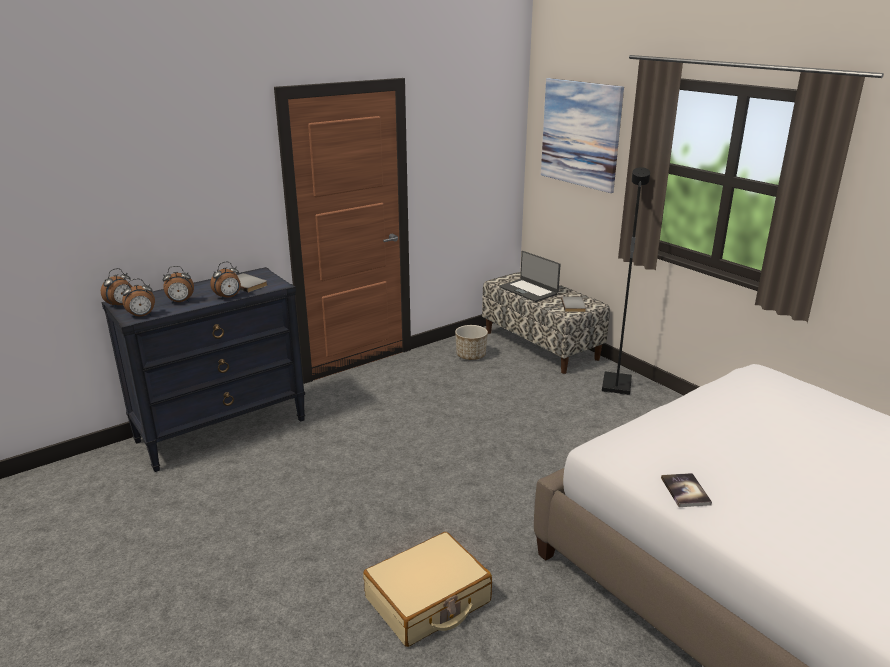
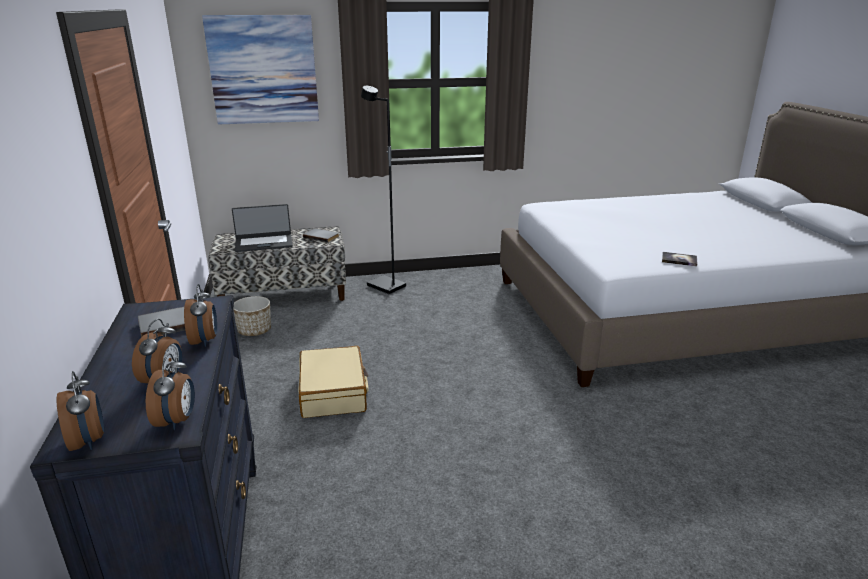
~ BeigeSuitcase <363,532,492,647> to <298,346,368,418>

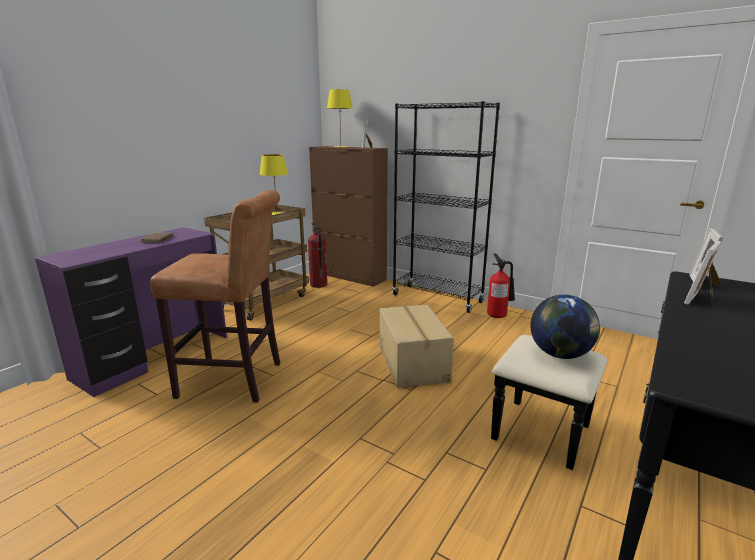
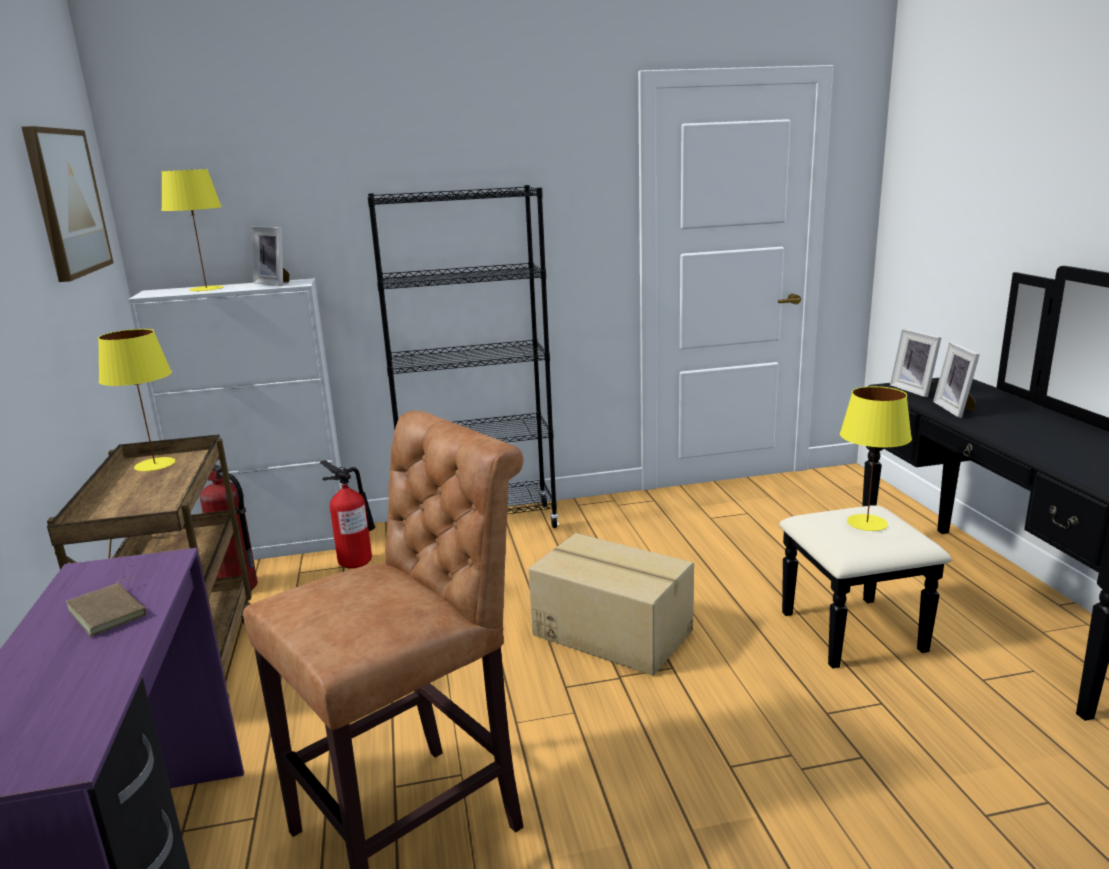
~ BrownCabinet <309,146,388,287> to WhiteCabinet <128,278,343,560>
~ FireExtinguisher <487,254,515,318> to <320,460,375,569>
~ Globe <530,295,600,359> to YellowTableLamp <840,386,912,531>
+ Picture <22,126,113,282>

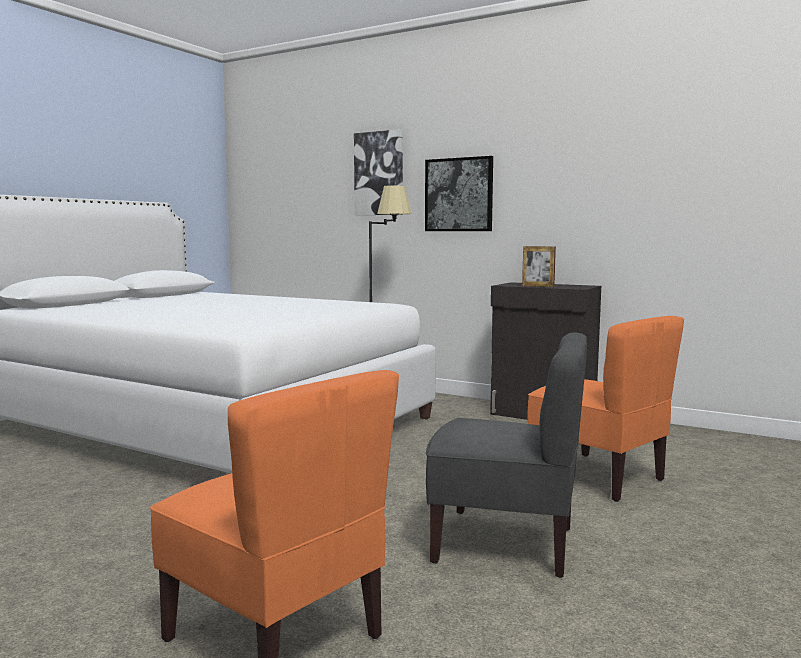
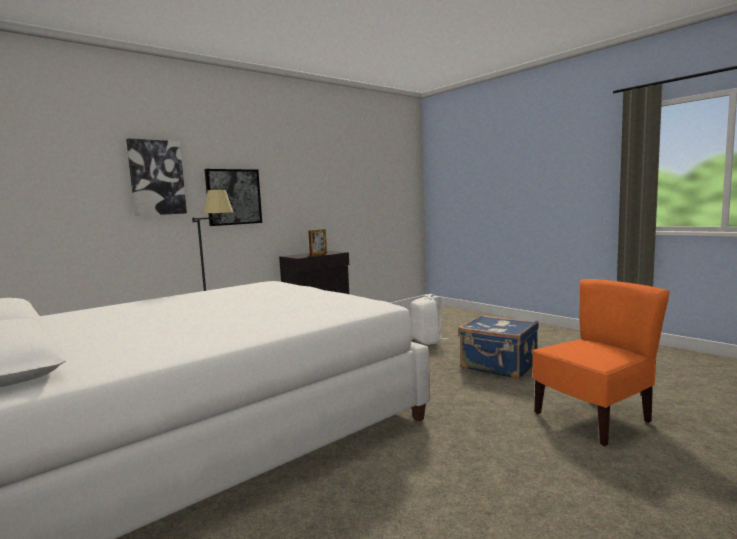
~ GreyChair <426,332,587,578> to BlueSuitcase <458,315,539,379>
~ OrangeChair <527,316,684,502> to WhiteBackpack <410,294,448,345>

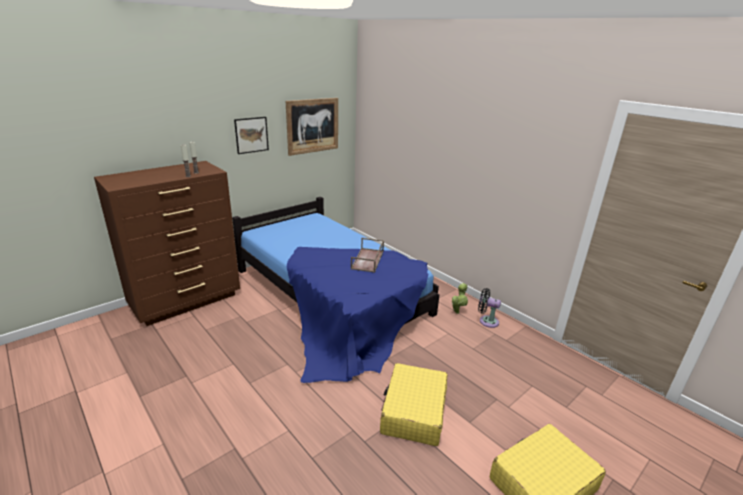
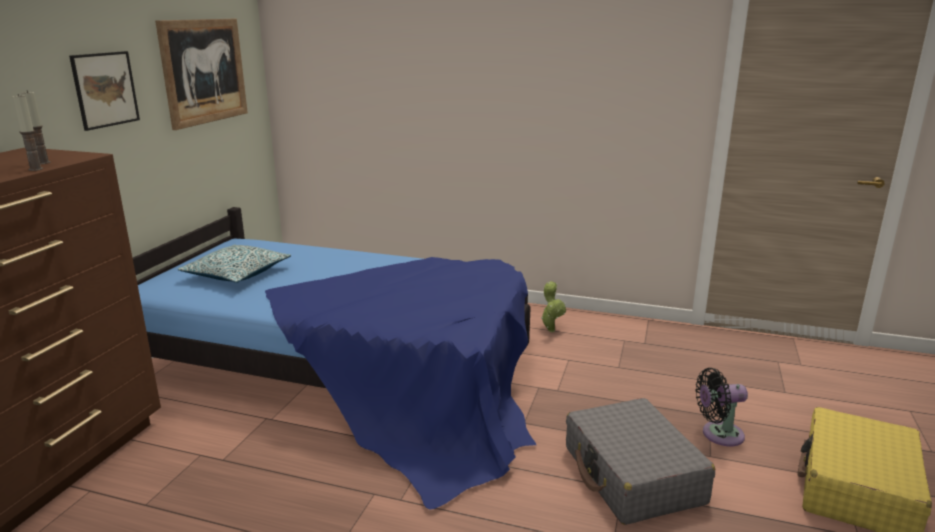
- BrownTray <351,238,384,273>
~ YellowSuitcase <380,363,447,446> to GreySuitcase <566,398,715,525>
~ BlackFan <478,288,501,328> to <695,368,748,446>
+ Pillow <178,245,291,283>

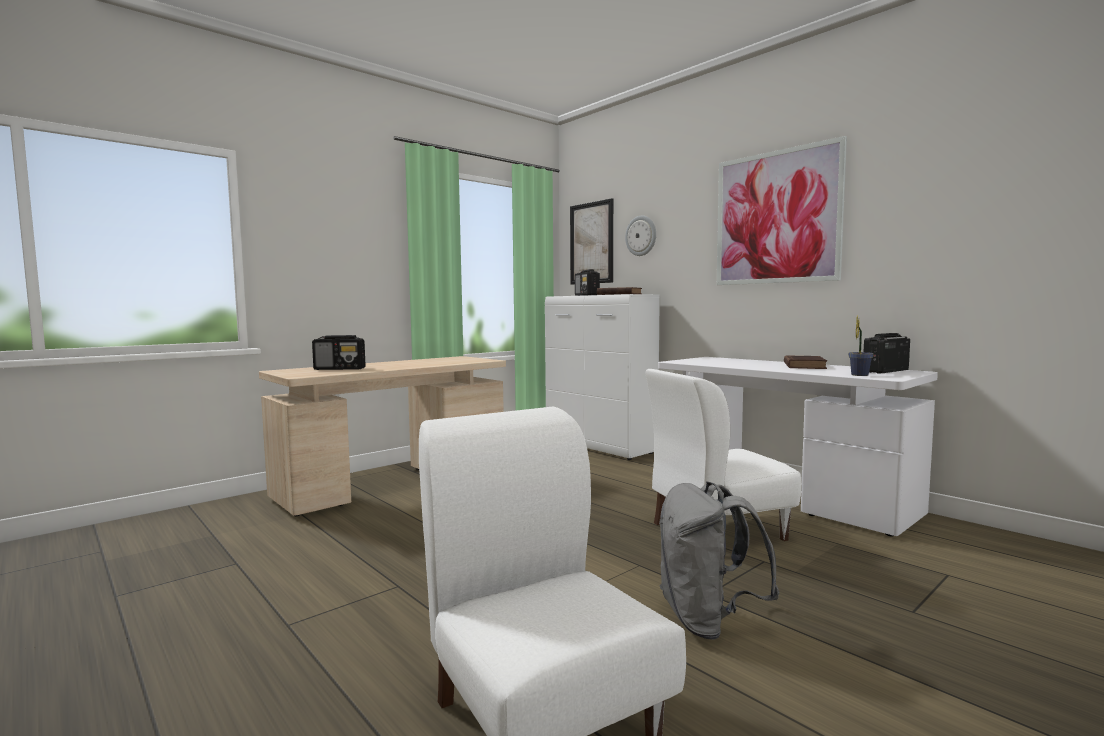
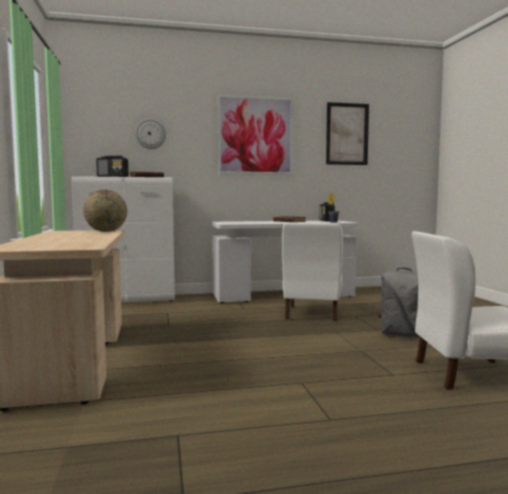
- Radio <312,335,366,370>
~ Picture <570,198,613,285> to <326,102,369,165>
+ Globe <83,190,127,232>

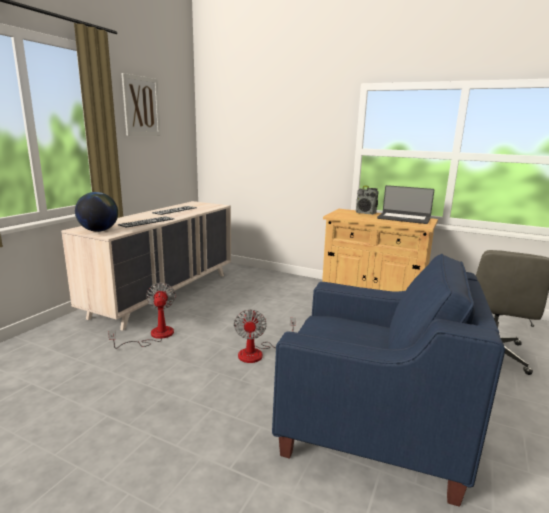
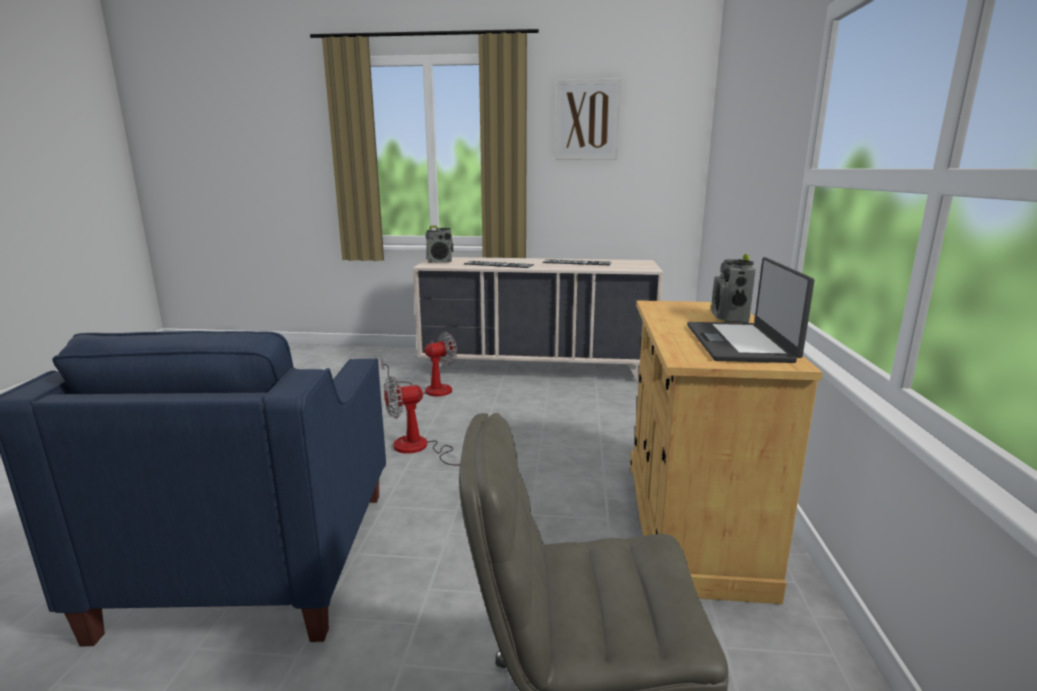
~ Globe <75,192,118,232> to Radio <425,226,453,263>

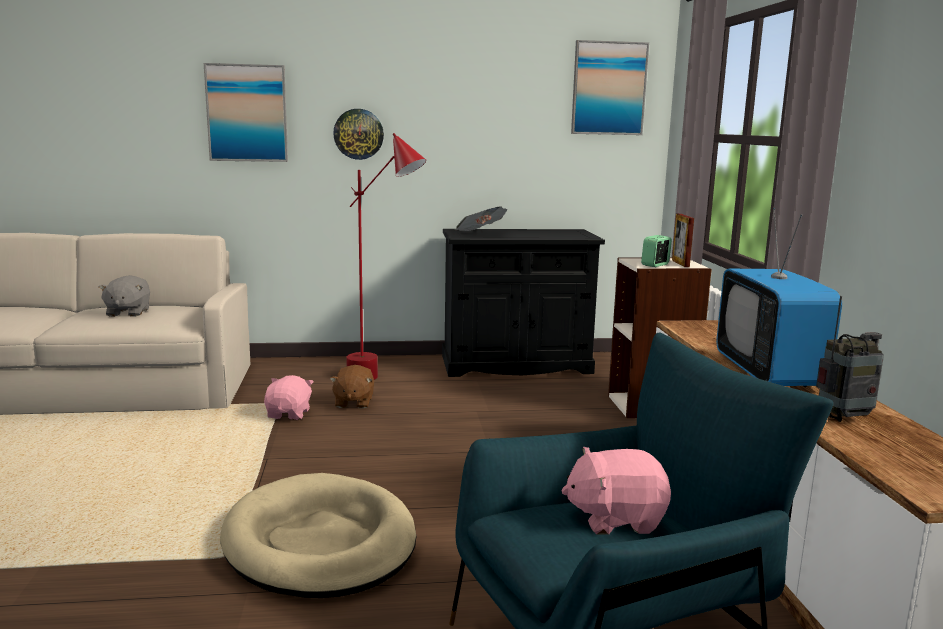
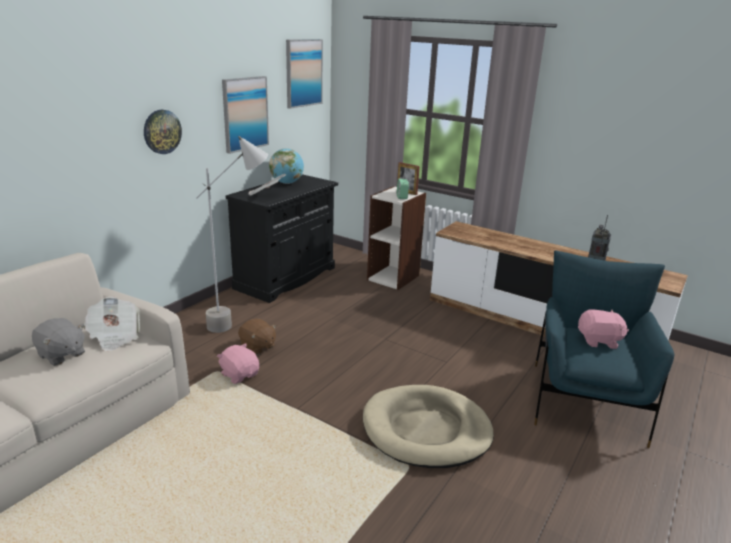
~ Picture <204,63,288,162> to <222,76,269,154>
~ RedFloorLamp <347,133,426,380> to GreyFloorLamp <196,136,268,333>
~ PinkPlushToy <561,447,671,535> = <578,309,629,349> 120 degrees counterclockwise
- Television <716,208,842,387>
+ Newspaper <84,297,140,351>
+ Globe <269,148,304,184>

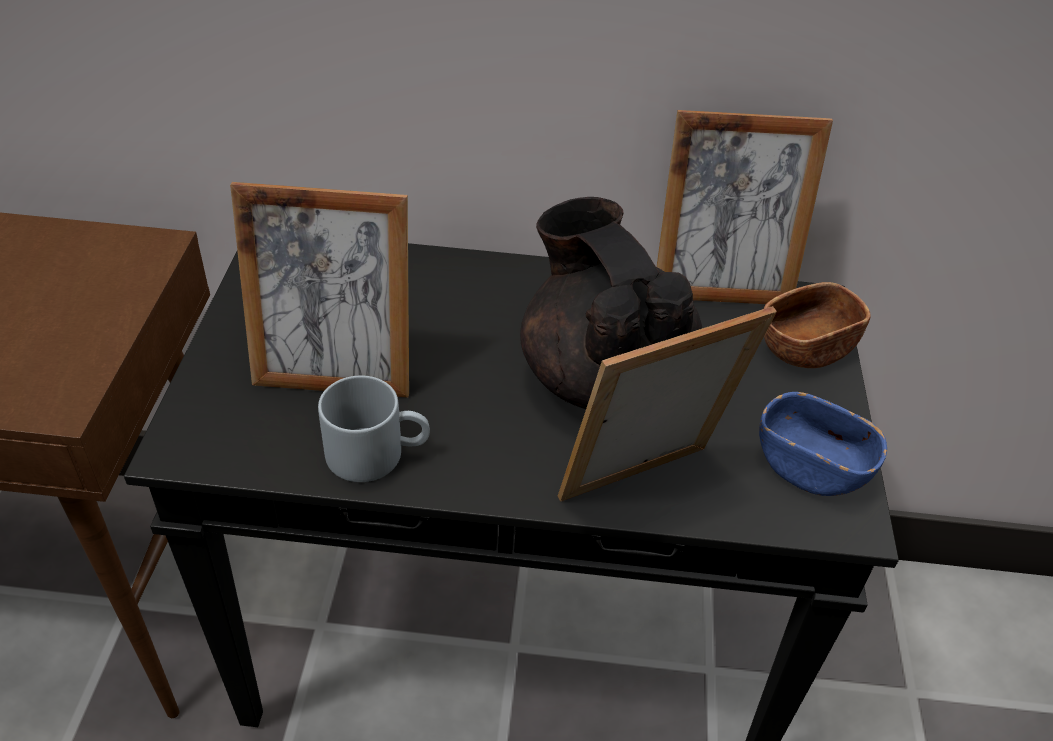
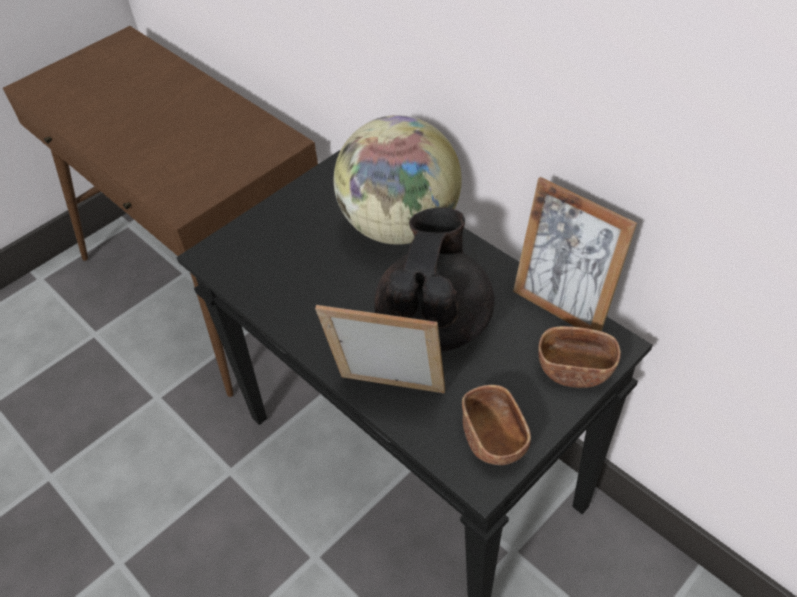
- PictureFrame <230,182,409,398>
- GreyMug <318,375,430,482>
~ BlueBowl <759,392,887,496> to BrownBowl <462,385,531,465>
+ Globe <334,115,462,245>

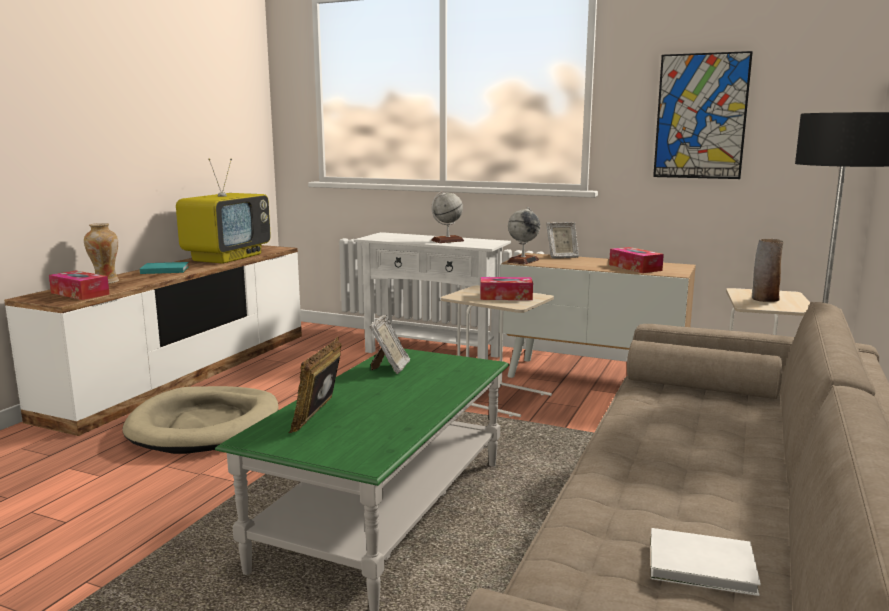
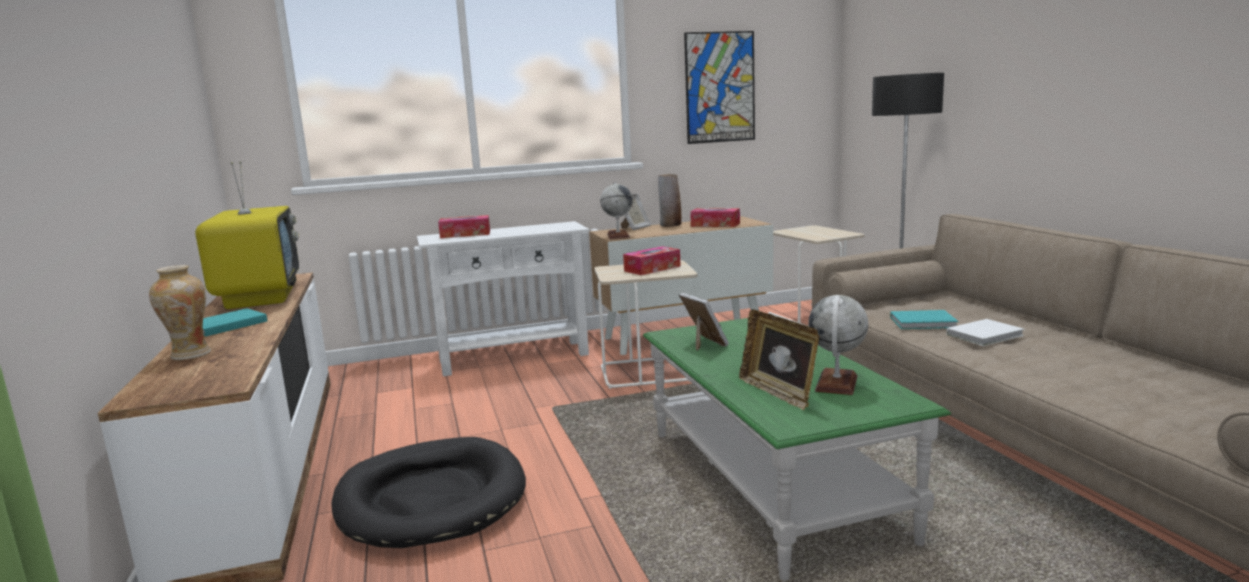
~ TissueBox <49,271,110,300> to <438,215,490,238>
~ BeigeDogBed <122,386,279,454> to BlackDogBed <331,437,526,548>
~ Globe <431,191,464,243> to <808,295,868,395>
~ WhiteBook <651,528,761,596> to <947,319,1024,346>
~ Vase <752,239,783,302> to <658,174,681,227>
+ TurquoiseBook <890,310,958,329>

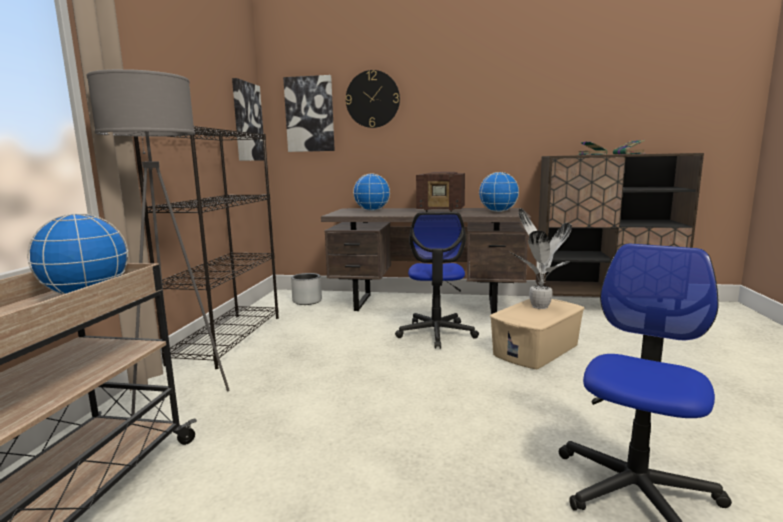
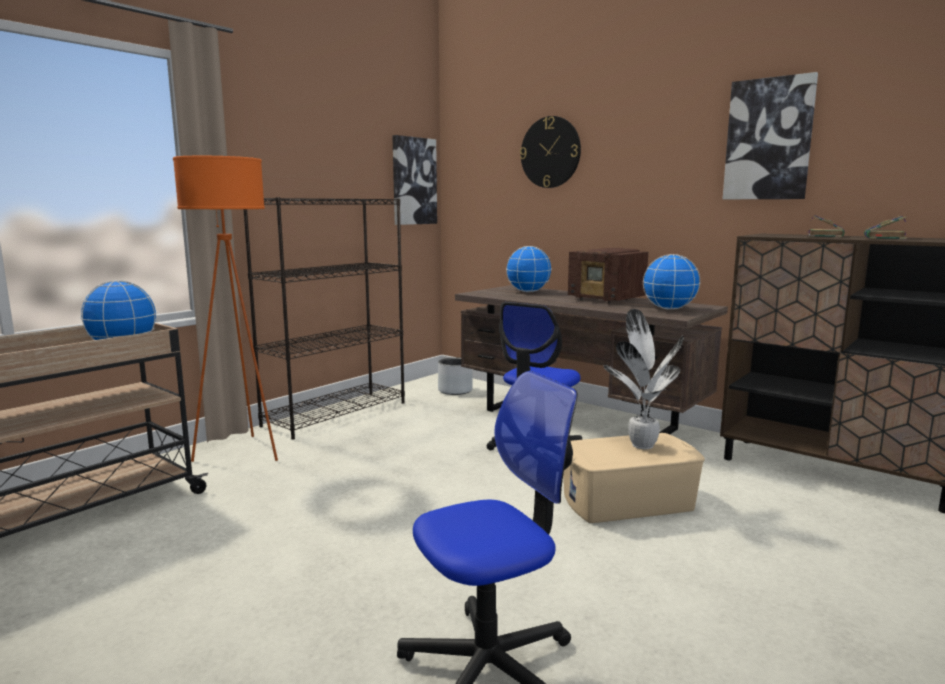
~ GreyFloorLamp <87,69,230,415> to OrangeFloorLamp <173,155,278,462>
~ Picture <283,75,335,152> to <723,72,818,199>

